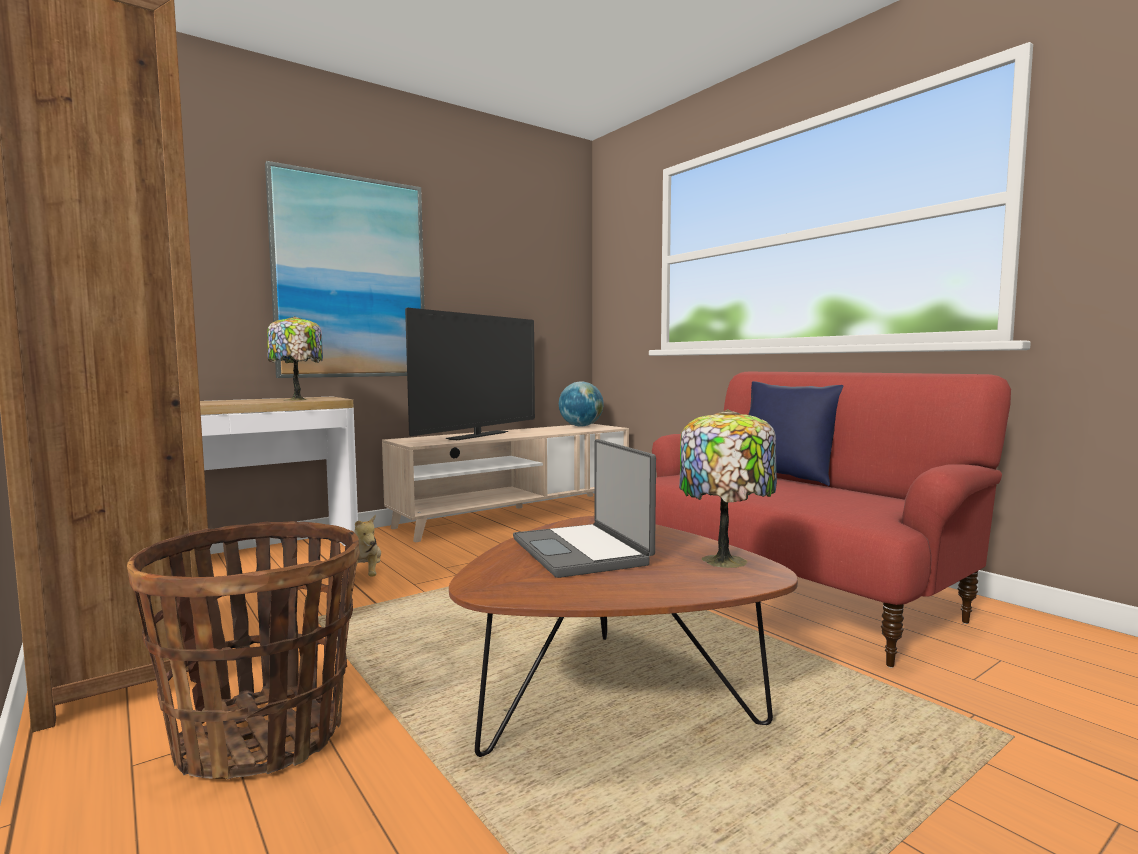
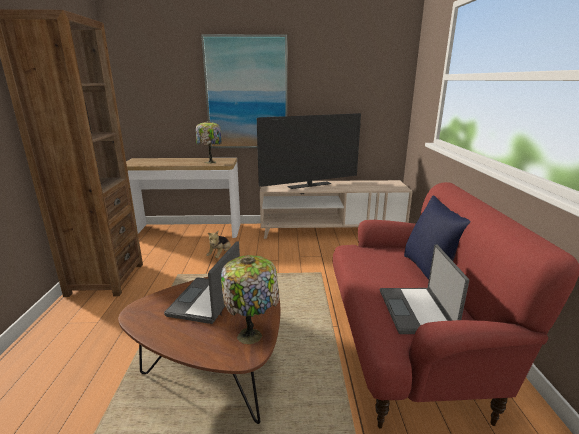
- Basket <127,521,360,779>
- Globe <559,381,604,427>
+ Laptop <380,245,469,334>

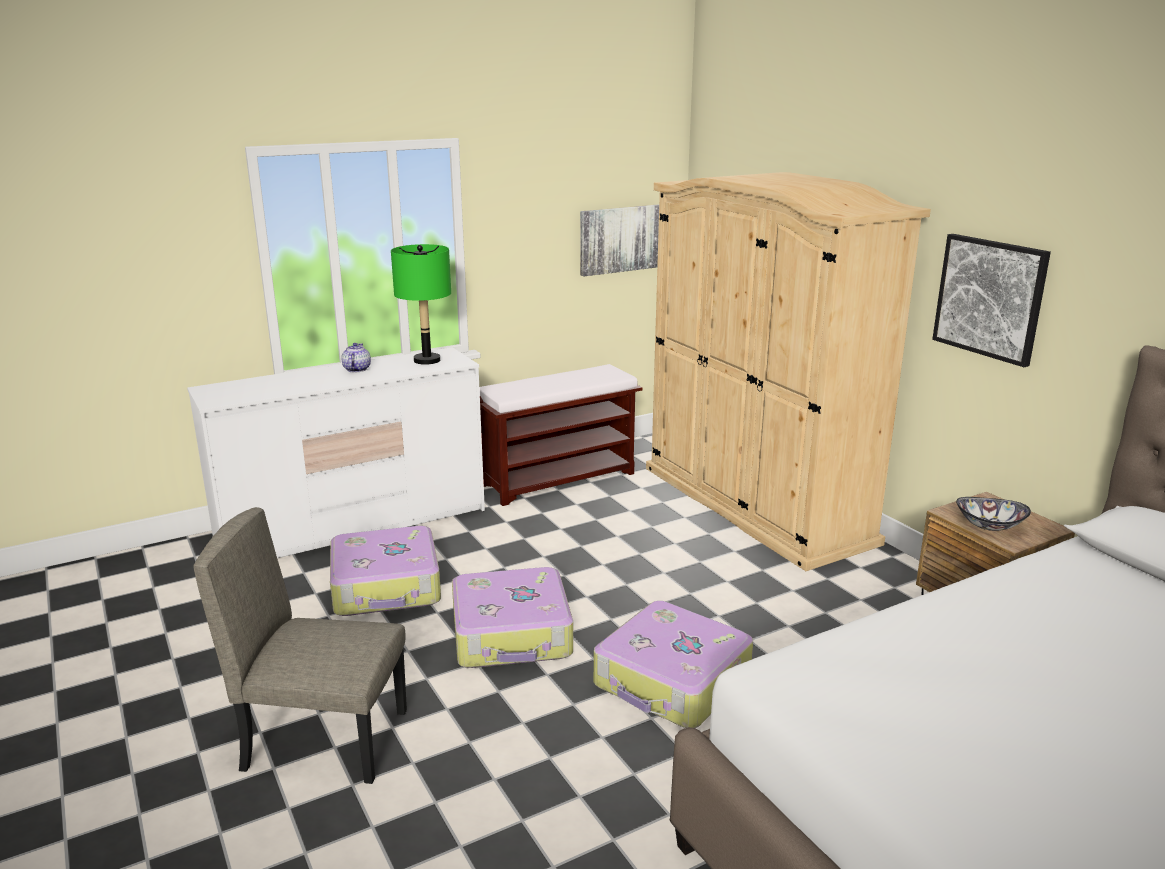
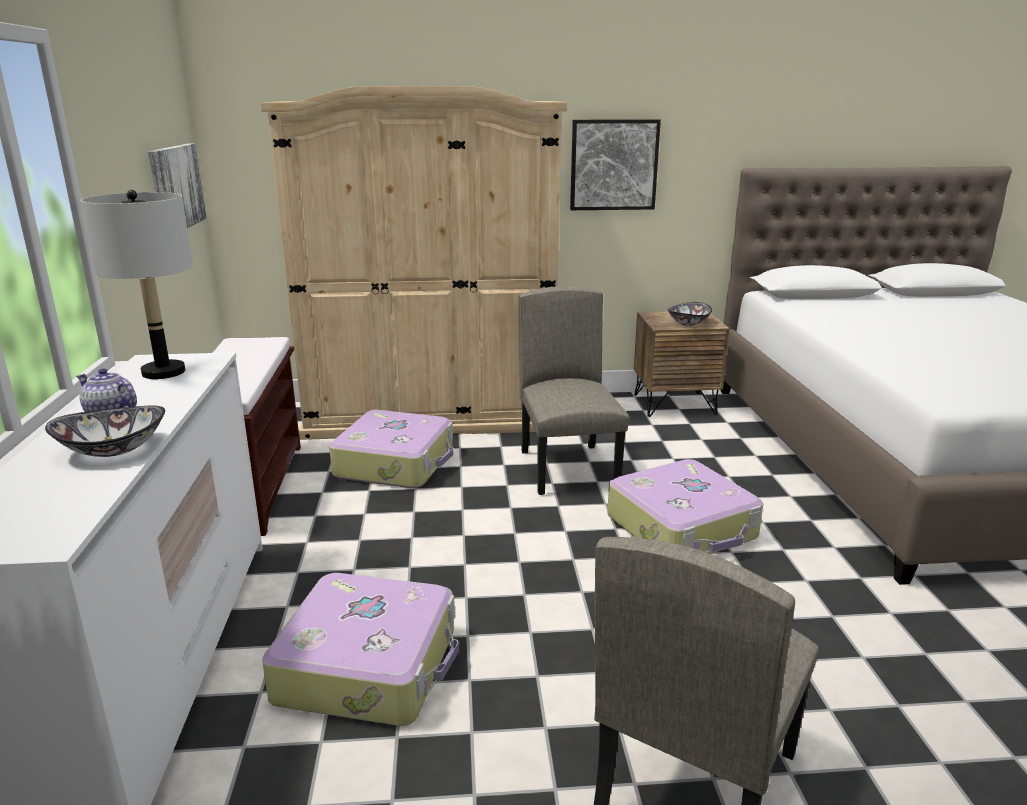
~ GreenTableLamp <391,244,451,365> to GreyTableLamp <81,190,193,379>
~ Suitcase <452,567,573,668> to <329,410,454,488>
+ Bowl <45,405,165,457>
+ BeigeChair <518,286,629,495>

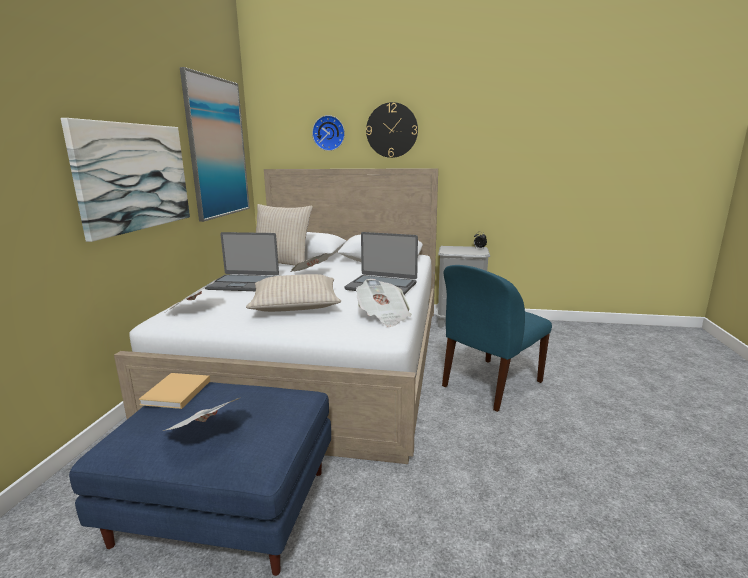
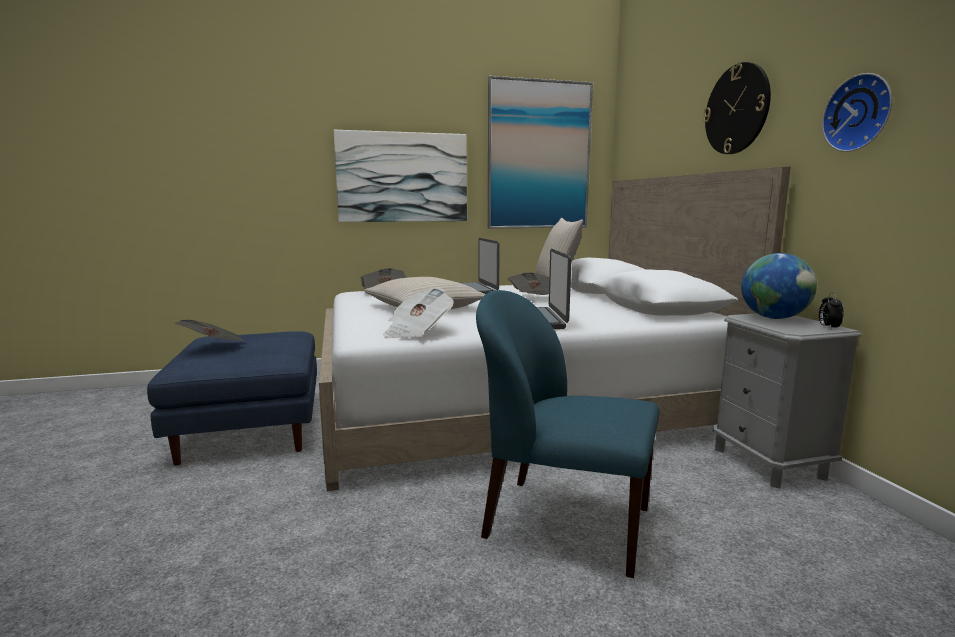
- BeigeBook <138,373,210,409>
~ WallClock <312,115,345,151> to <822,73,892,152>
+ Globe <741,253,817,319>

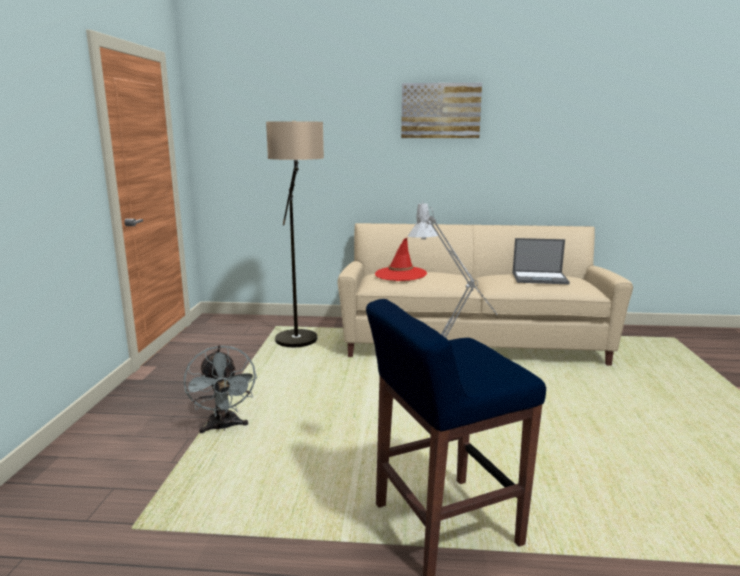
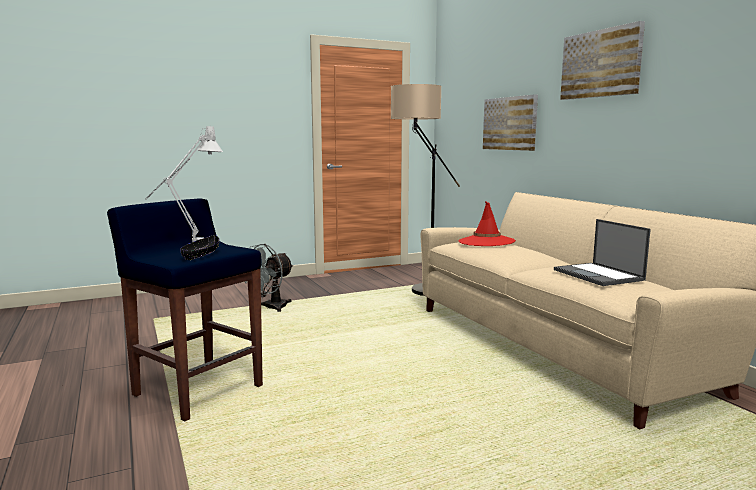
+ BlackBowl <180,235,219,260>
+ Picture <483,94,538,151>

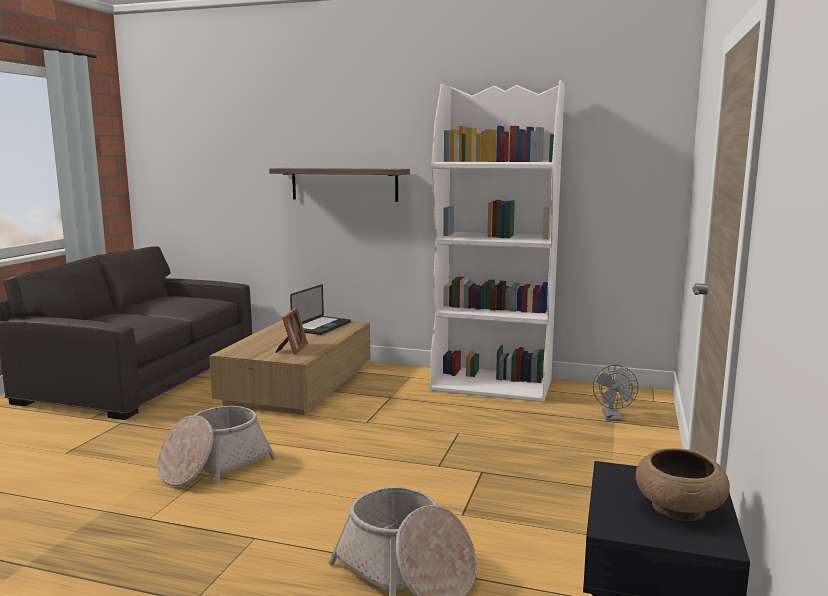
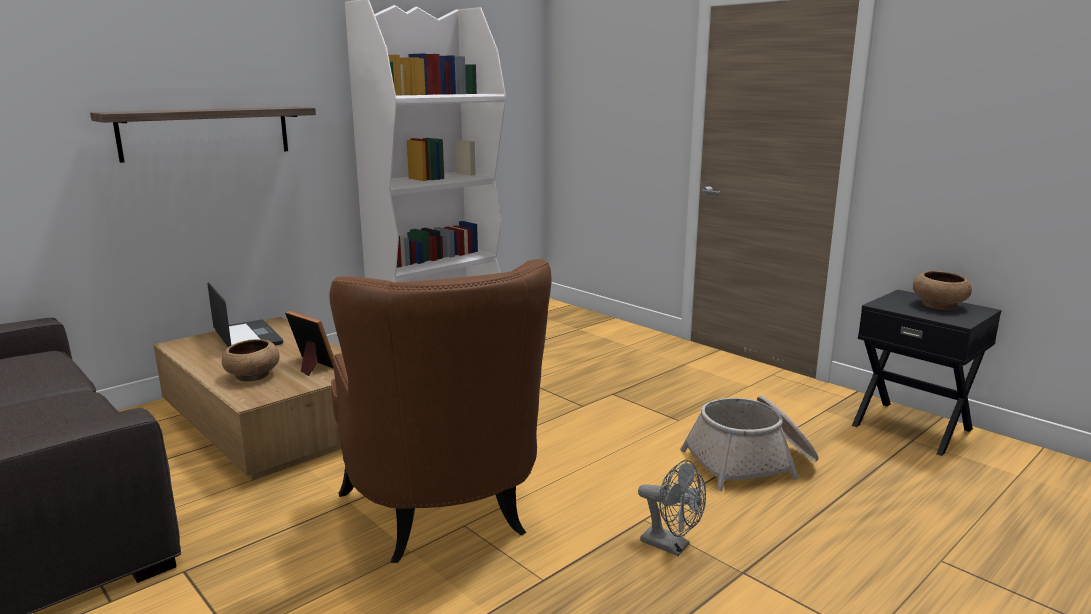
~ Basket <157,406,276,486> to BrownArmchair <329,259,551,563>
~ GreyFan <593,365,638,421> to <638,460,706,556>
+ BrownBowl <222,339,280,381>

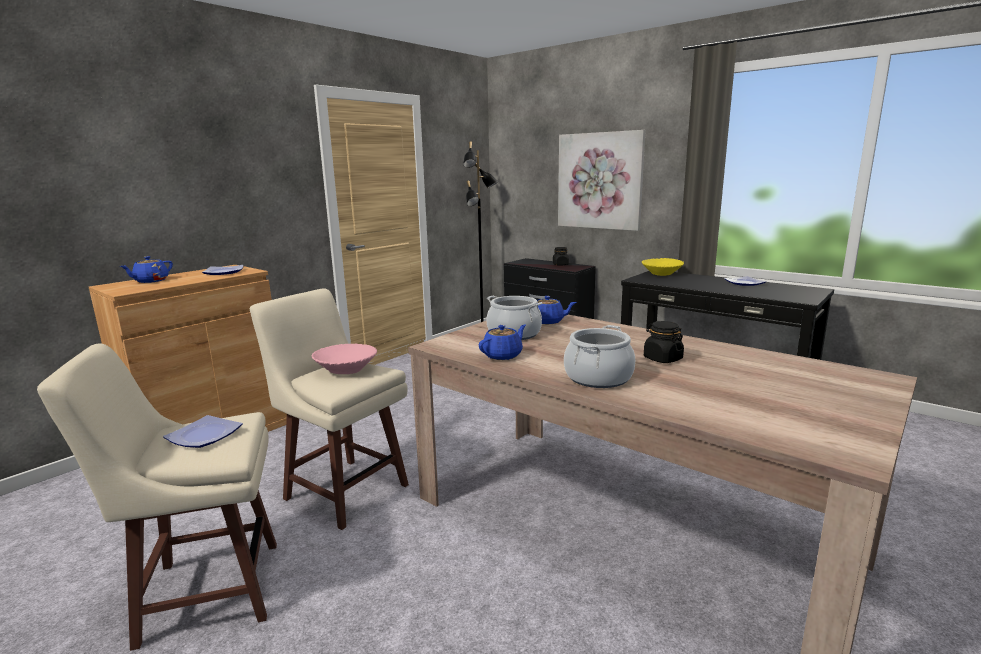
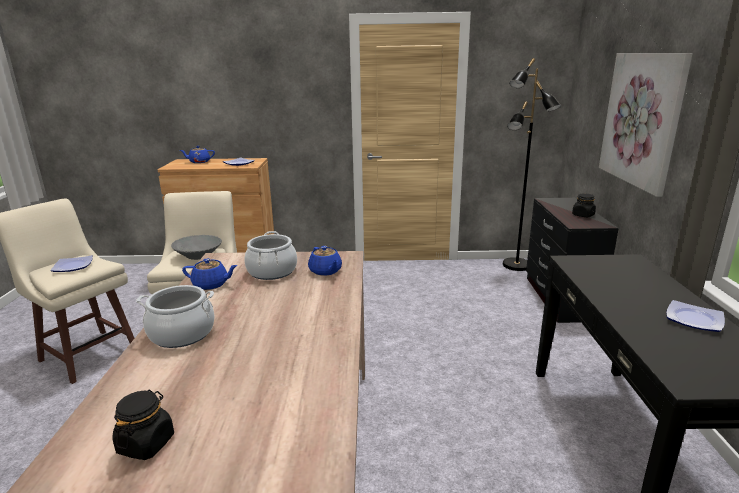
~ PinkBowl <311,344,377,374> to GreyBowl <171,235,222,260>
- YellowBowl <642,258,684,276>
~ BlackJar <644,321,684,363> to <113,390,174,460>

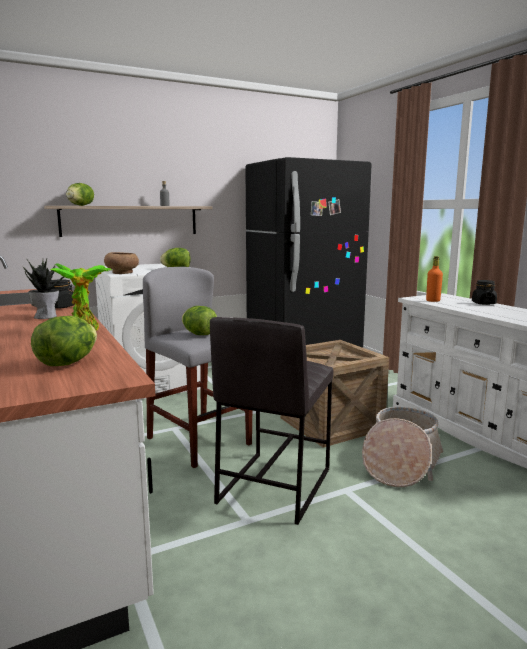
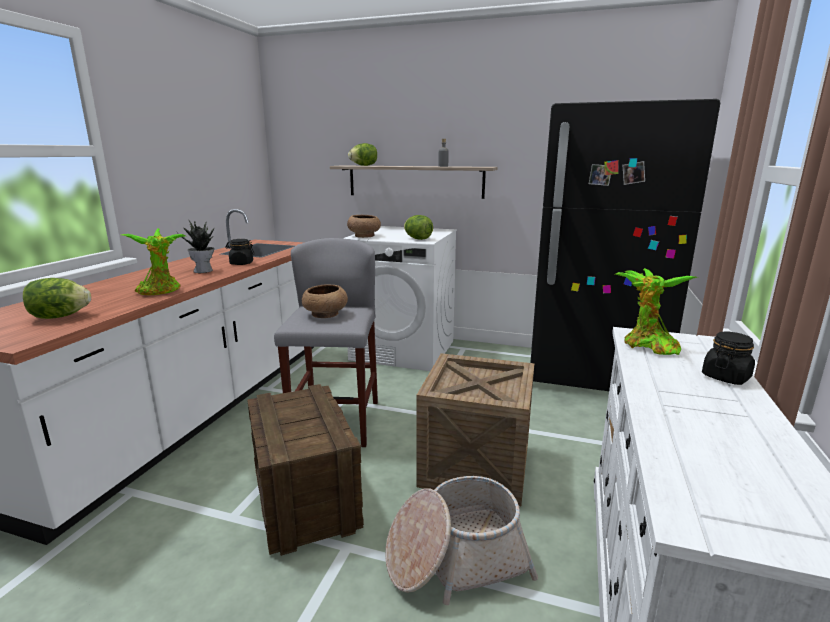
~ Lettuce <182,306,217,335> to BrownBowl <302,284,348,318>
~ GreyStool <210,317,333,525> to Crate <247,384,364,556>
~ OrangeBottle <426,256,443,302> to PottedPlant <615,268,697,355>

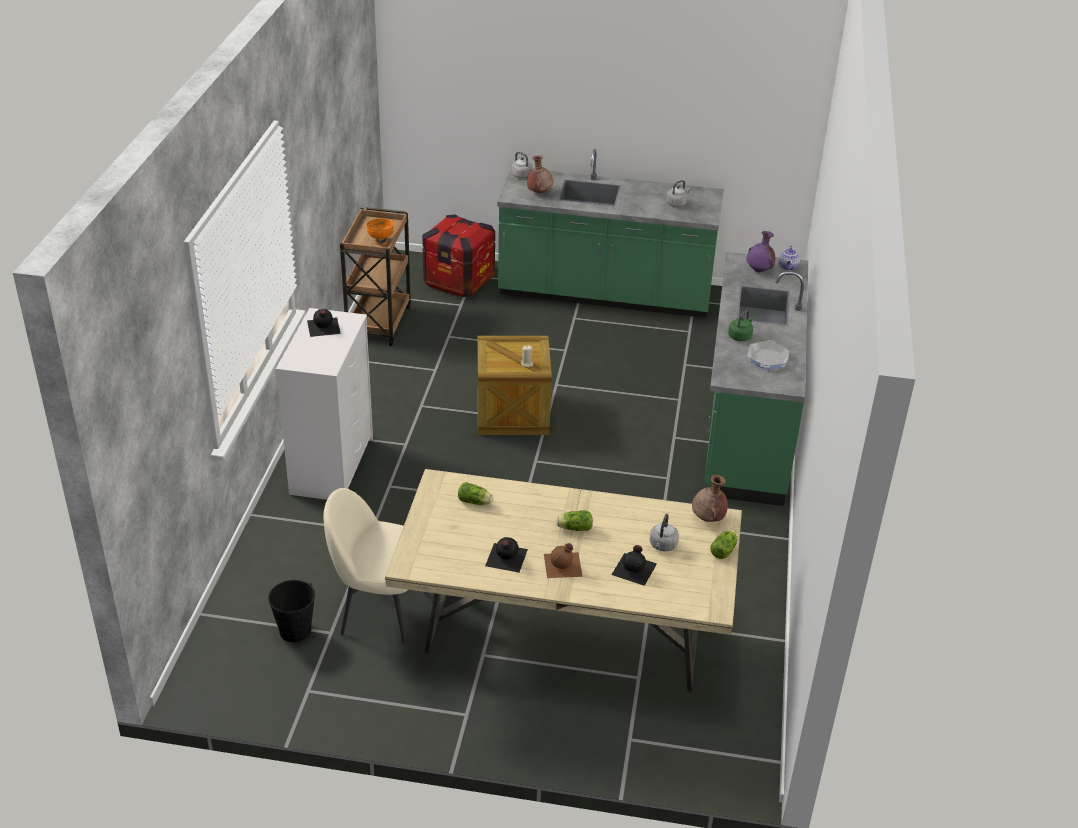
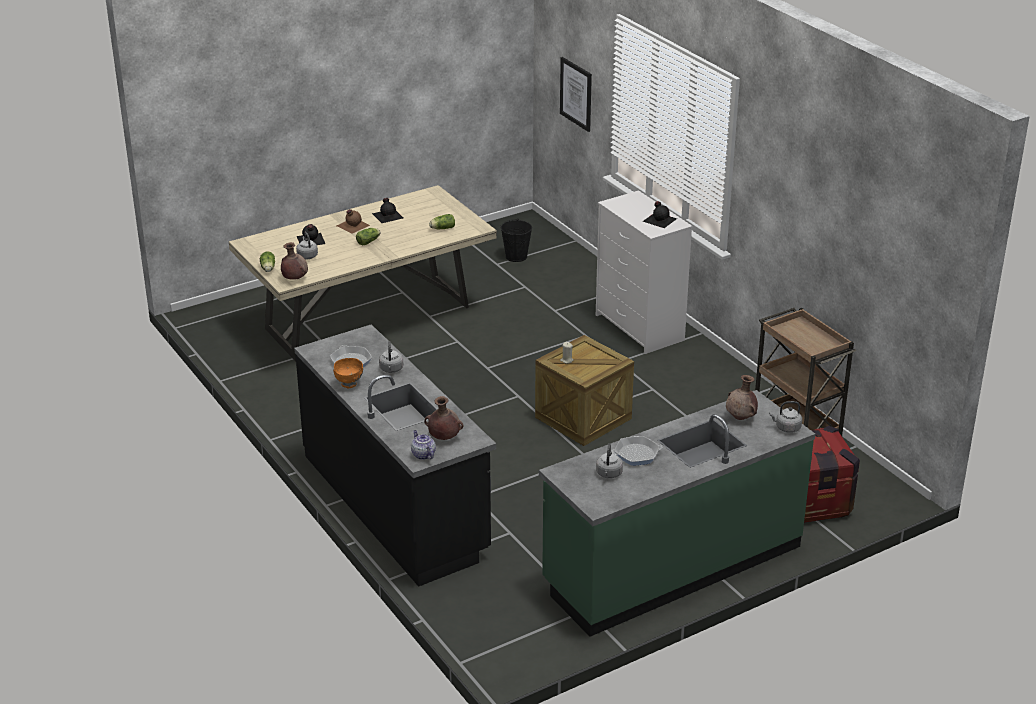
- BeigeChair <324,488,407,644>
~ OrangeBowl <367,218,394,245> to <333,358,363,388>
~ GreenCounter <704,252,808,506> to BlackCounter <294,324,496,587>
~ GreenKettle <728,310,754,341> to GreyKettle <379,341,403,373>
~ PurpleVase <746,231,775,272> to BrownVase <424,396,464,440>
+ Picture <560,57,592,132>
+ FryingPan <612,436,662,466>

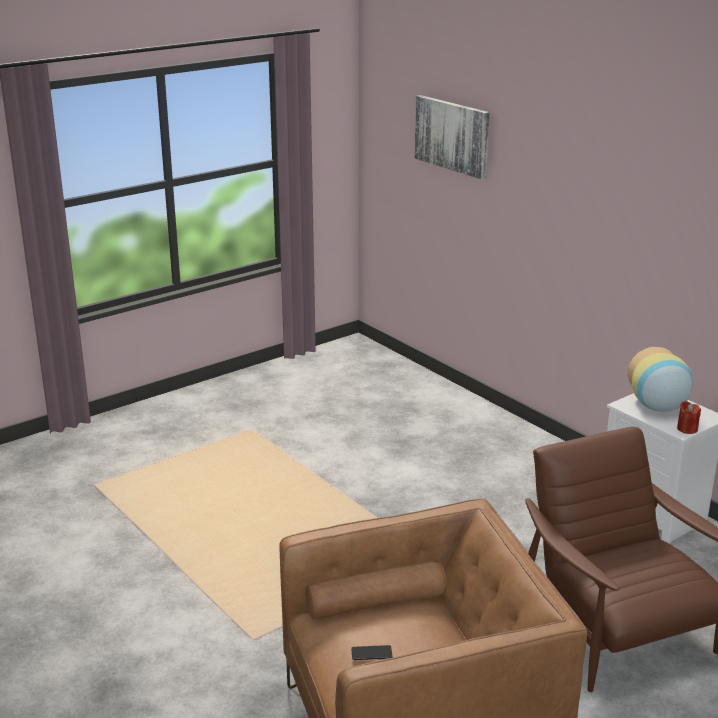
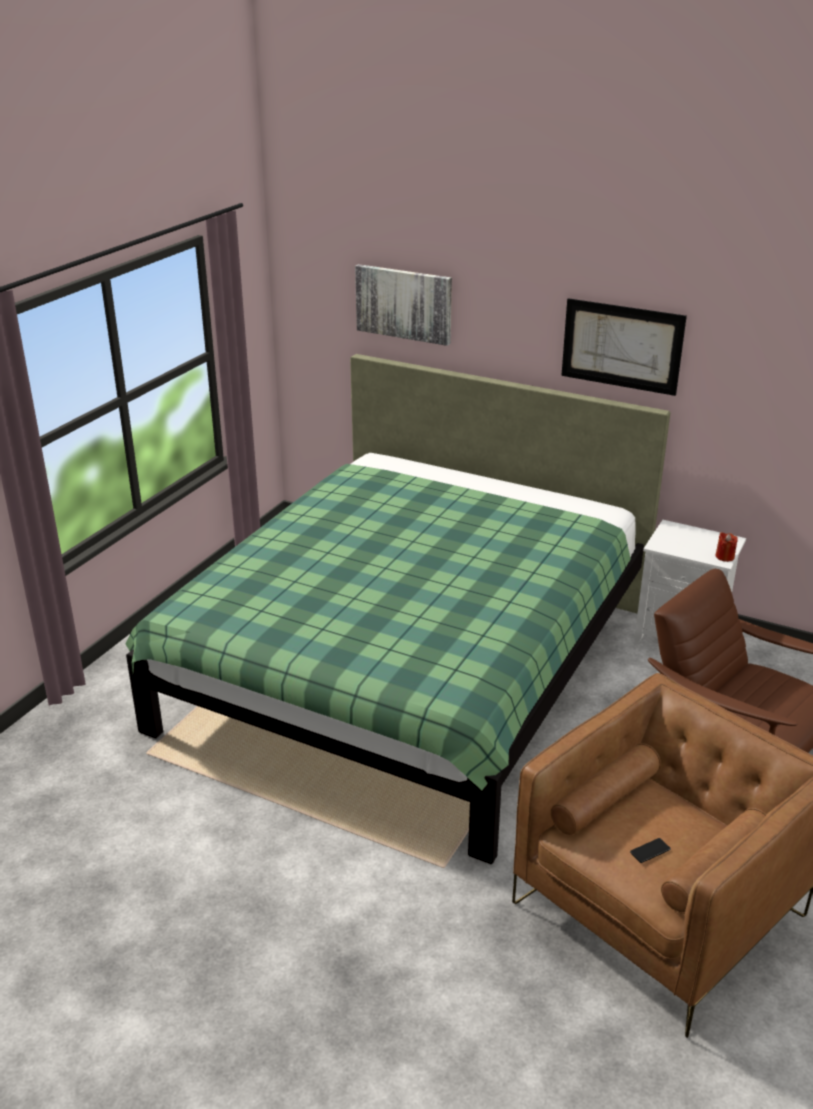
- Vase <627,347,693,412>
+ GreenBed <125,354,671,864>
+ Picture <561,298,687,396>

